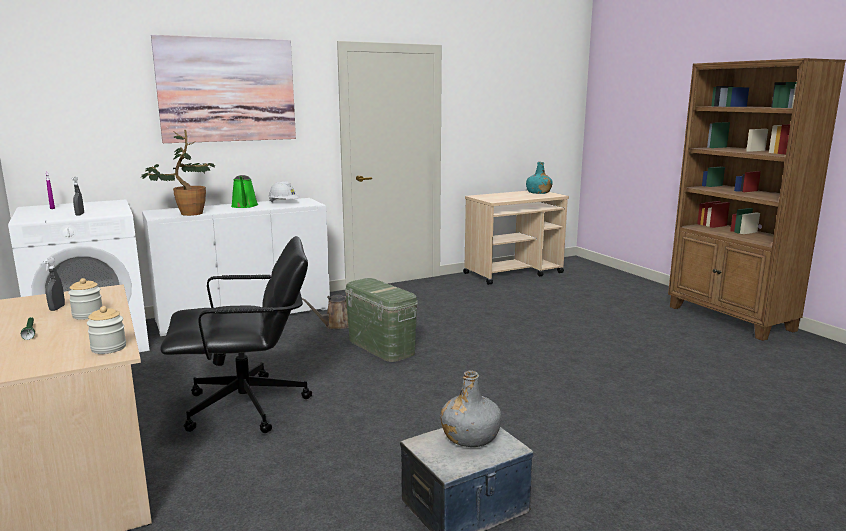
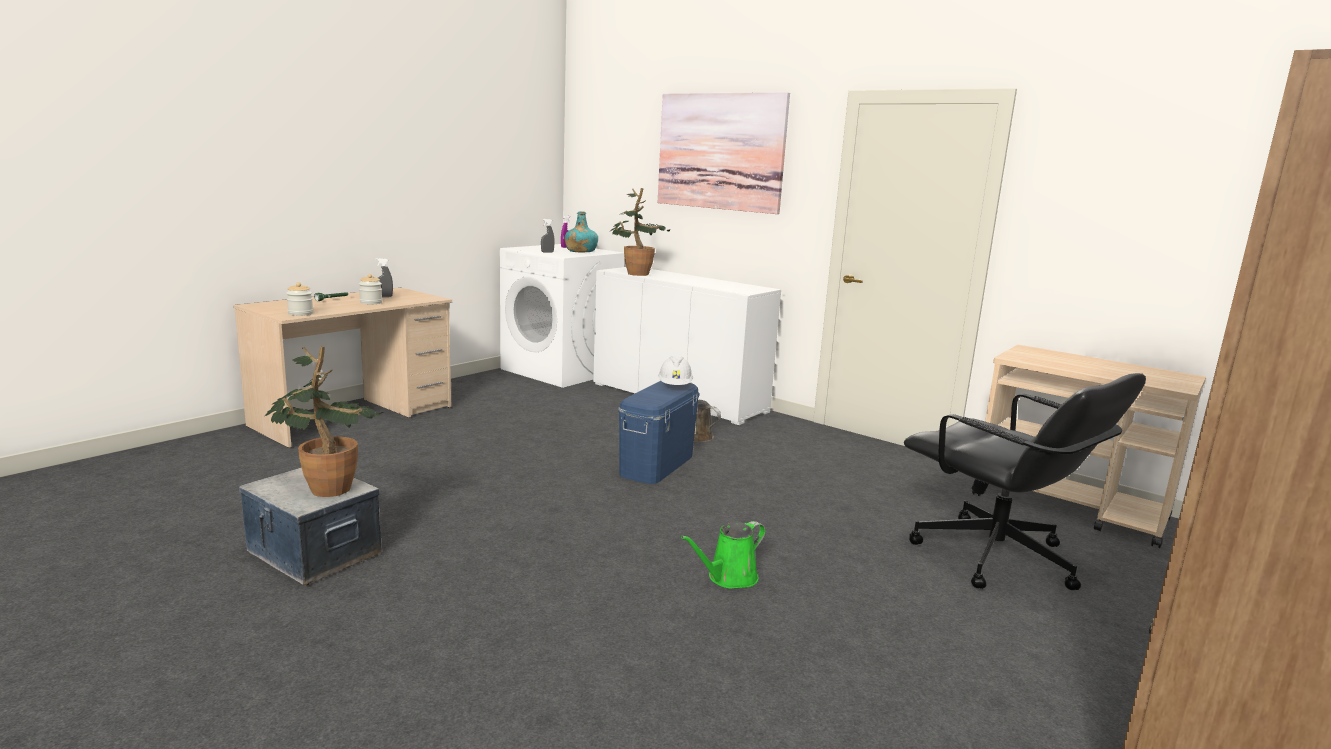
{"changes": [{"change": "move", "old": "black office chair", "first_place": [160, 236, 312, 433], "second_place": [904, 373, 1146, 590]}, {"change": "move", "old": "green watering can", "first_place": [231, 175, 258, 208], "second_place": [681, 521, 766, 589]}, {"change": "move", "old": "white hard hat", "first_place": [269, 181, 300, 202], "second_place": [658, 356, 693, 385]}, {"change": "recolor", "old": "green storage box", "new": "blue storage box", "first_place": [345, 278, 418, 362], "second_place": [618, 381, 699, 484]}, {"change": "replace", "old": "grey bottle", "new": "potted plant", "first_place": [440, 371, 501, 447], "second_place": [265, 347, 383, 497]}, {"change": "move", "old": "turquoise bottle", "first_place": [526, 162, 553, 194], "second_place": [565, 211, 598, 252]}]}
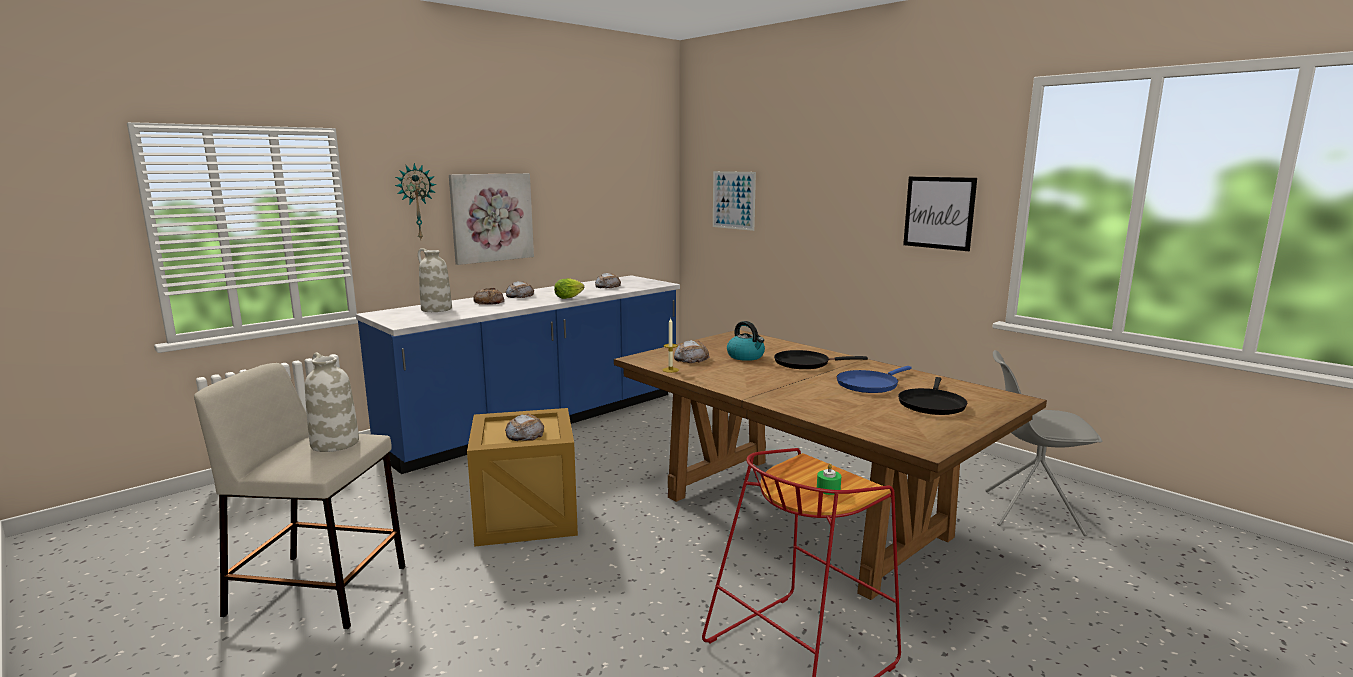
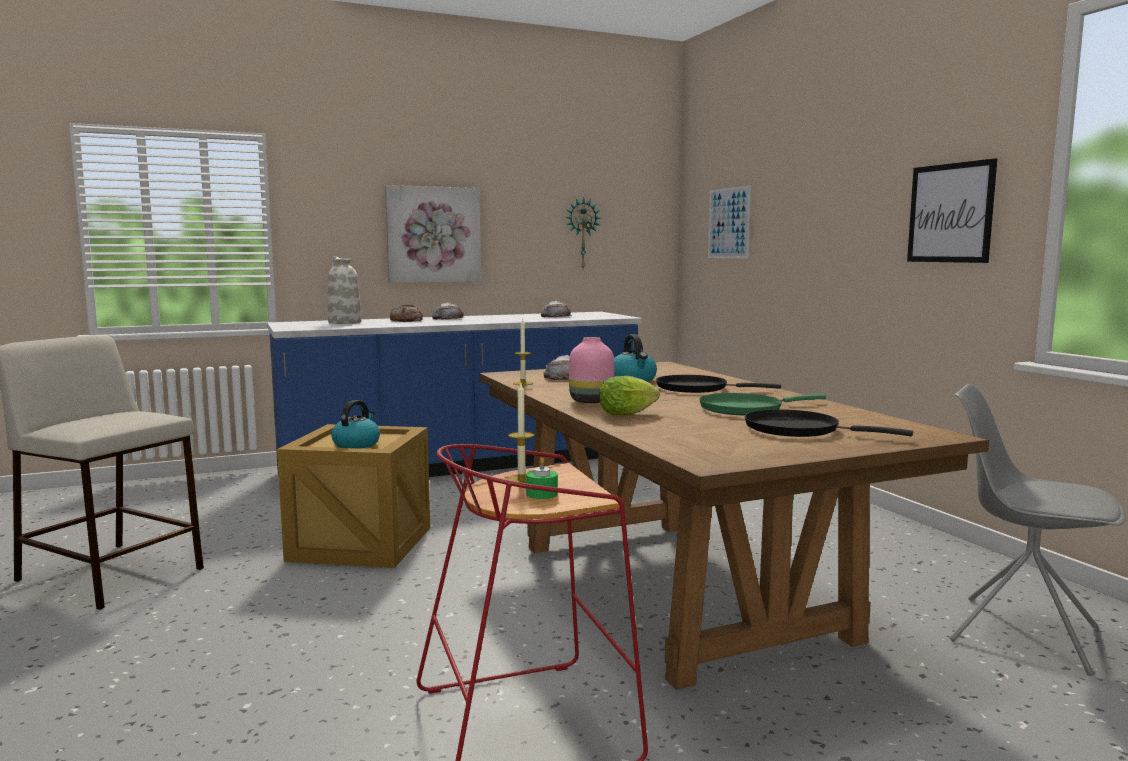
{"changes": [{"change": "delete", "old": "white vase", "first_place": [305, 352, 359, 452]}, {"change": "move", "old": "wall clock", "first_place": [395, 163, 436, 239], "second_place": [565, 197, 600, 269]}, {"change": "replace", "old": "bread", "new": "kettle", "first_place": [505, 414, 544, 441], "second_place": [331, 400, 380, 448]}, {"change": "move", "old": "lettuce", "first_place": [554, 278, 584, 299], "second_place": [599, 376, 660, 415]}, {"change": "recolor", "old": "blue frying pan", "new": "green frying pan", "first_place": [837, 366, 912, 393], "second_place": [699, 393, 826, 415]}, {"change": "rotate", "old": "black frying pan", "first_place": [898, 377, 967, 415], "second_place": [745, 409, 913, 437], "degrees": 75}, {"change": "insert", "new": "candle", "second_place": [507, 383, 535, 483]}, {"change": "insert", "new": "pink vase", "second_place": [569, 337, 614, 403]}]}
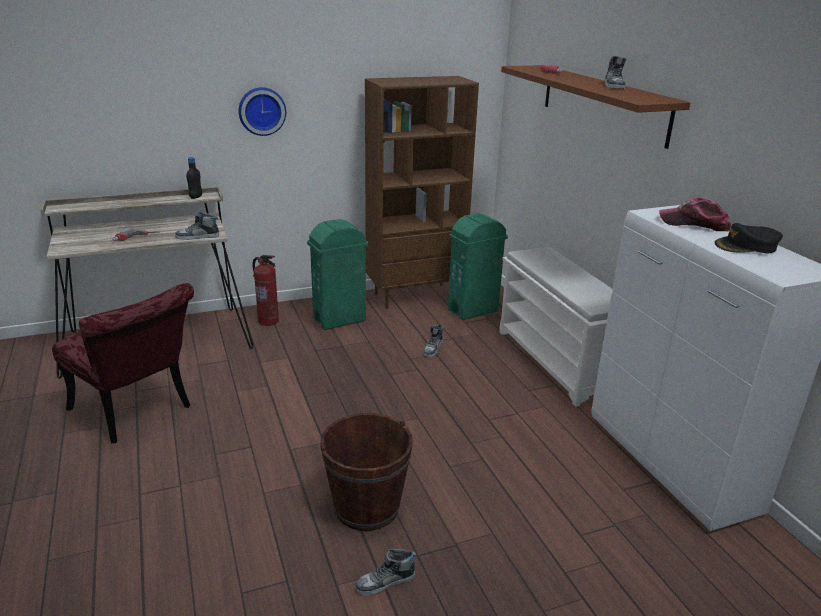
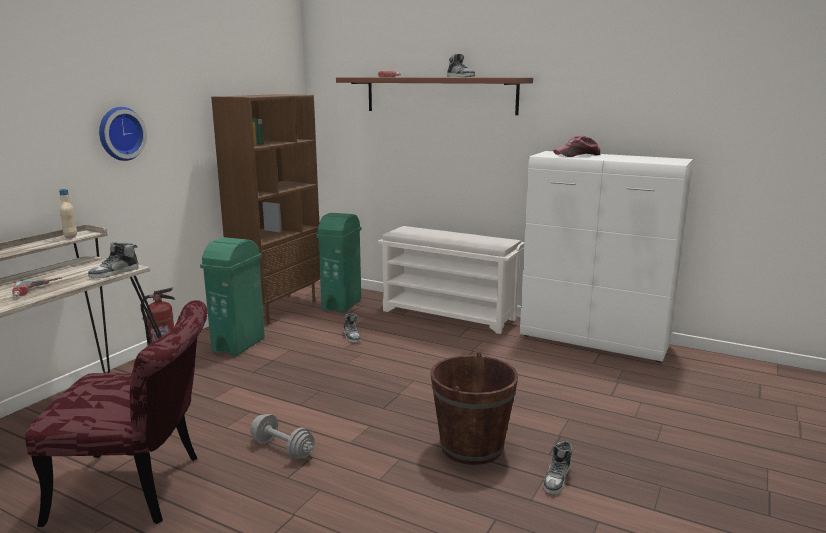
{"changes": [{"change": "recolor", "old": "black bottle", "new": "beige bottle", "first_place": [186, 157, 202, 199], "second_place": [59, 189, 77, 239]}, {"change": "delete", "old": "black cap", "first_place": [715, 223, 783, 253]}, {"change": "insert", "new": "grey dumbbell", "second_place": [250, 414, 315, 459]}]}
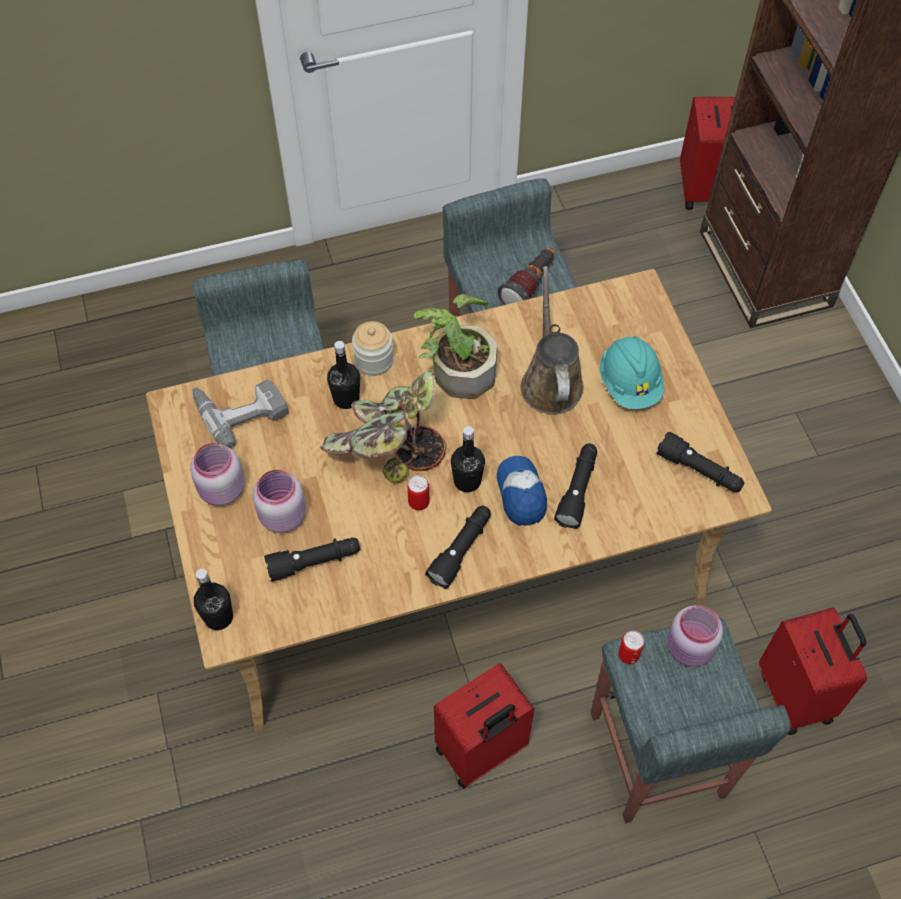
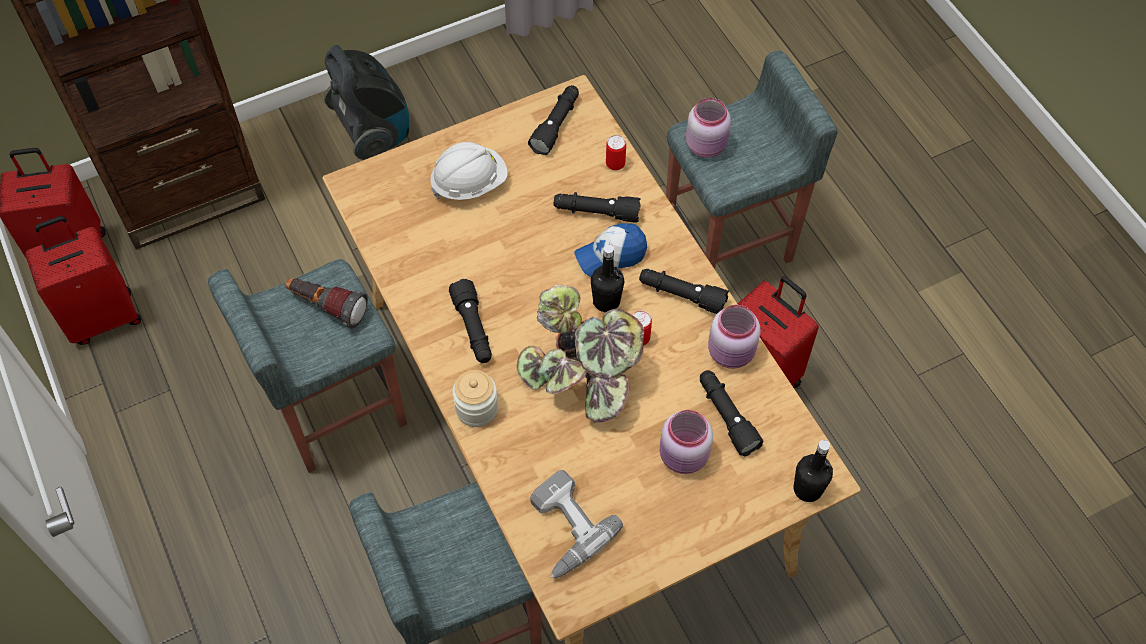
{"changes": [{"change": "move", "old": "pink jar", "first_place": [190, 443, 245, 506], "second_place": [708, 305, 760, 369]}, {"change": "delete", "old": "black bottle", "first_place": [327, 341, 360, 409]}, {"change": "replace", "old": "potted plant", "new": "black flashlight", "first_place": [414, 294, 498, 399], "second_place": [449, 279, 492, 363]}, {"change": "delete", "old": "brown watering can", "first_place": [521, 266, 584, 415]}, {"change": "recolor", "old": "turquoise hard hat", "new": "white hard hat", "first_place": [600, 336, 664, 409], "second_place": [430, 142, 508, 200]}, {"change": "move", "old": "can", "first_place": [618, 631, 644, 664], "second_place": [606, 135, 626, 170]}, {"change": "move", "old": "red suitcase", "first_place": [759, 607, 867, 735], "second_place": [25, 216, 141, 345]}, {"change": "insert", "new": "vacuum cleaner", "second_place": [324, 45, 409, 160]}]}
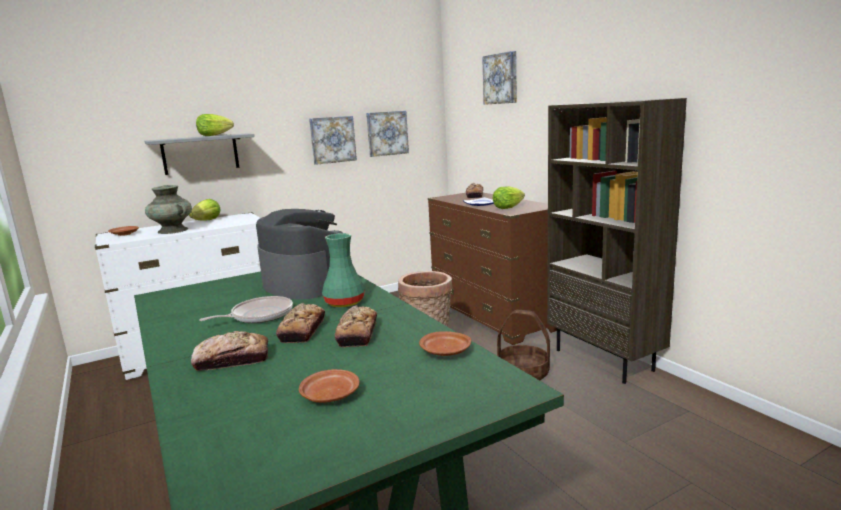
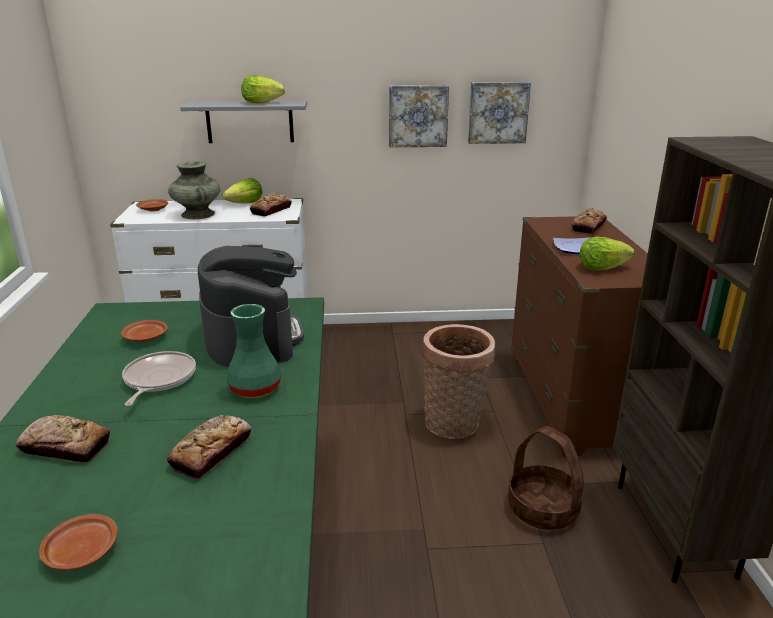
{"changes": [{"change": "rotate", "old": "frying pan", "first_place": [199, 296, 293, 323], "second_place": [122, 351, 196, 406], "degrees": -75}, {"change": "move", "old": "bread", "first_place": [276, 303, 325, 343], "second_place": [250, 192, 292, 217]}, {"change": "move", "old": "brown plate", "first_place": [419, 331, 471, 356], "second_place": [121, 319, 168, 342]}, {"change": "delete", "old": "picture", "first_place": [482, 51, 517, 105]}]}
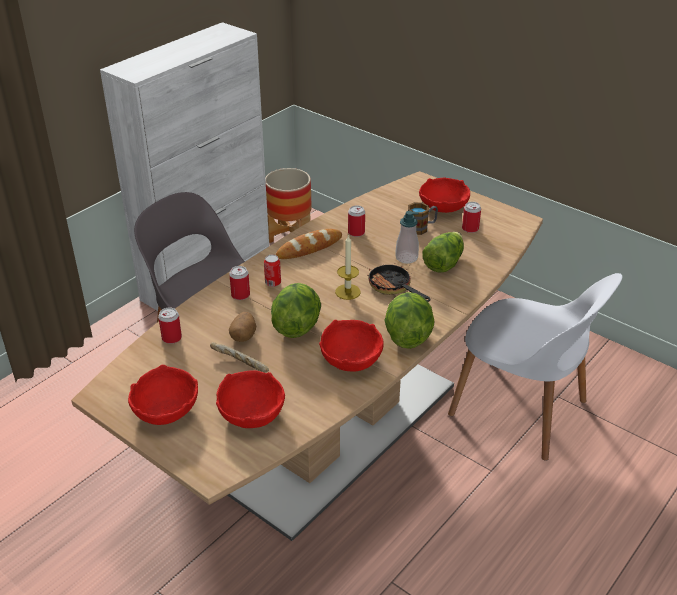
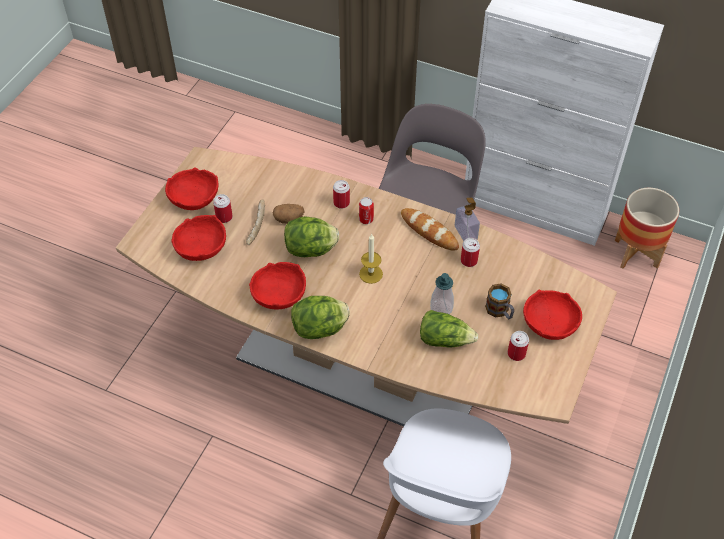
{"changes": [{"change": "move", "old": "can", "first_place": [158, 308, 182, 344], "second_place": [213, 194, 233, 223]}, {"change": "delete", "old": "frying pan", "first_place": [367, 264, 430, 302]}, {"change": "insert", "new": "soap dispenser", "second_place": [455, 198, 480, 241]}]}
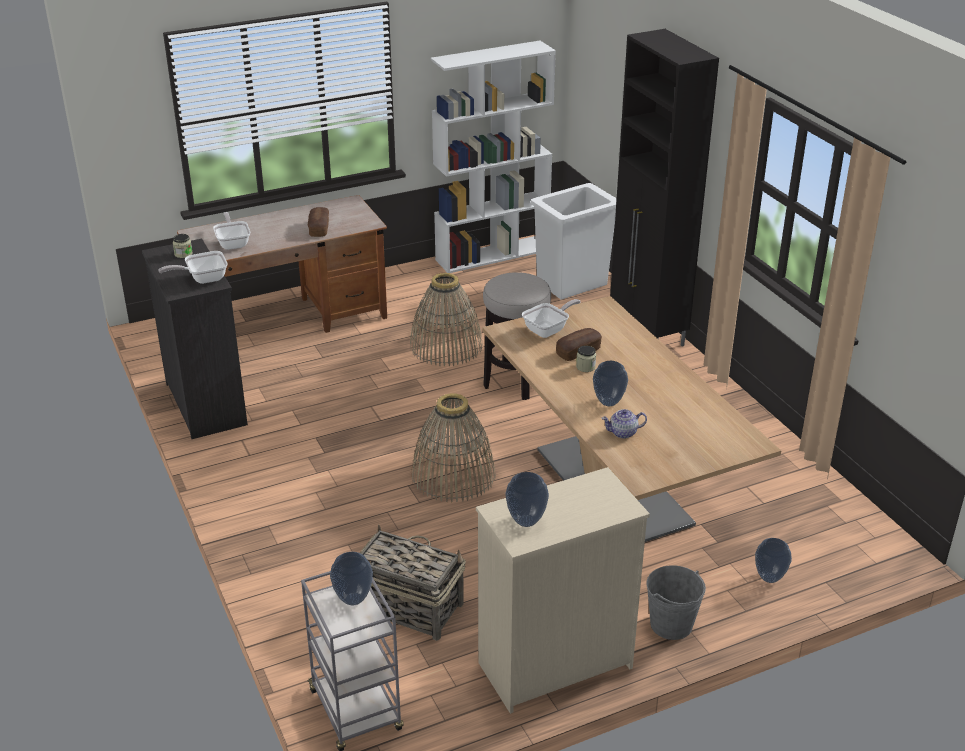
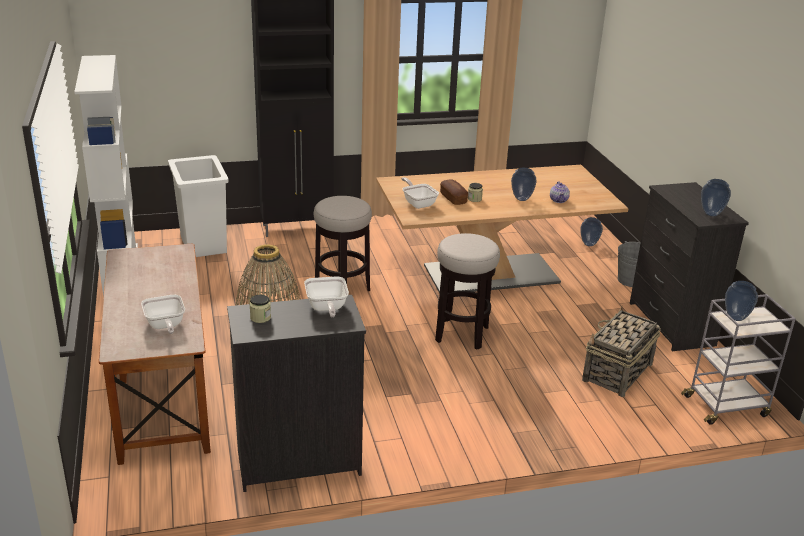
{"changes": [{"change": "rotate", "old": "frying pan", "first_place": [213, 212, 250, 250], "second_place": [141, 295, 185, 334], "degrees": -105}, {"change": "delete", "old": "bread", "first_place": [308, 207, 329, 237]}, {"change": "replace", "old": "basket", "new": "stool", "first_place": [411, 393, 496, 502], "second_place": [435, 233, 500, 350]}, {"change": "recolor", "old": "beige dresser", "new": "black dresser", "first_place": [476, 467, 650, 714], "second_place": [630, 182, 749, 351]}]}
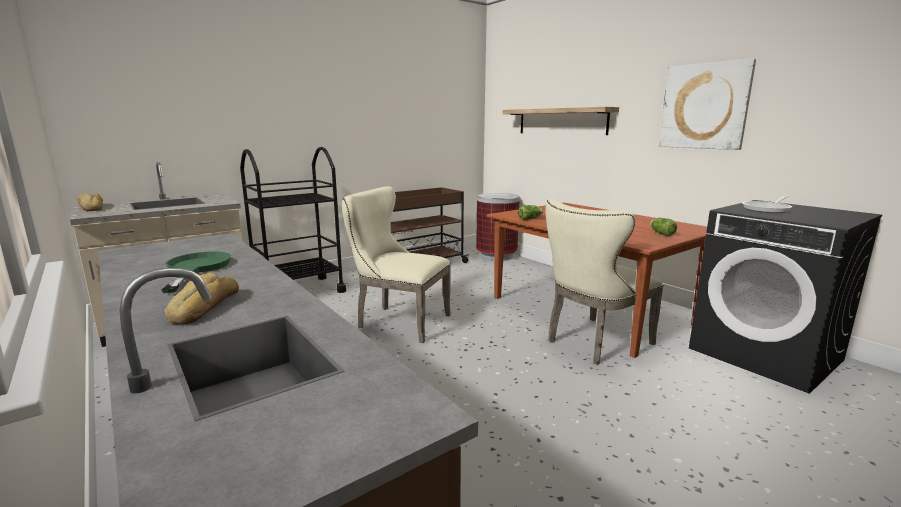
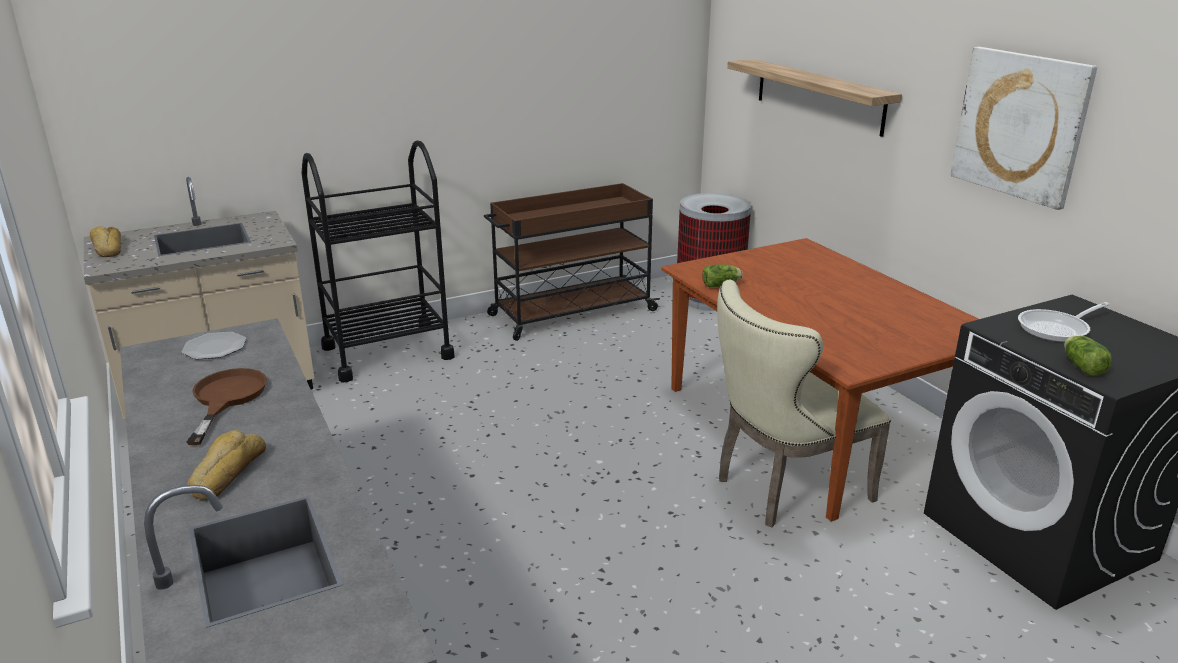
{"changes": [{"change": "recolor", "old": "green frying pan", "new": "brown frying pan", "first_place": [161, 251, 231, 293], "second_place": [186, 368, 267, 445]}, {"change": "delete", "old": "beige chair", "first_place": [342, 186, 451, 343]}, {"change": "move", "old": "lettuce", "first_place": [650, 218, 677, 236], "second_place": [1064, 336, 1112, 376]}, {"change": "insert", "new": "plate", "second_place": [181, 332, 246, 360]}]}
